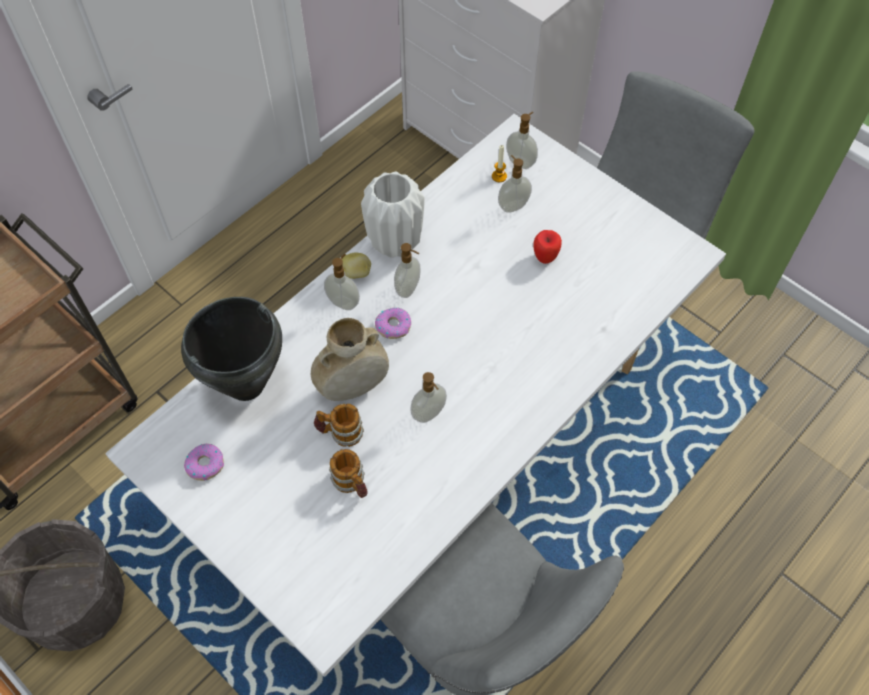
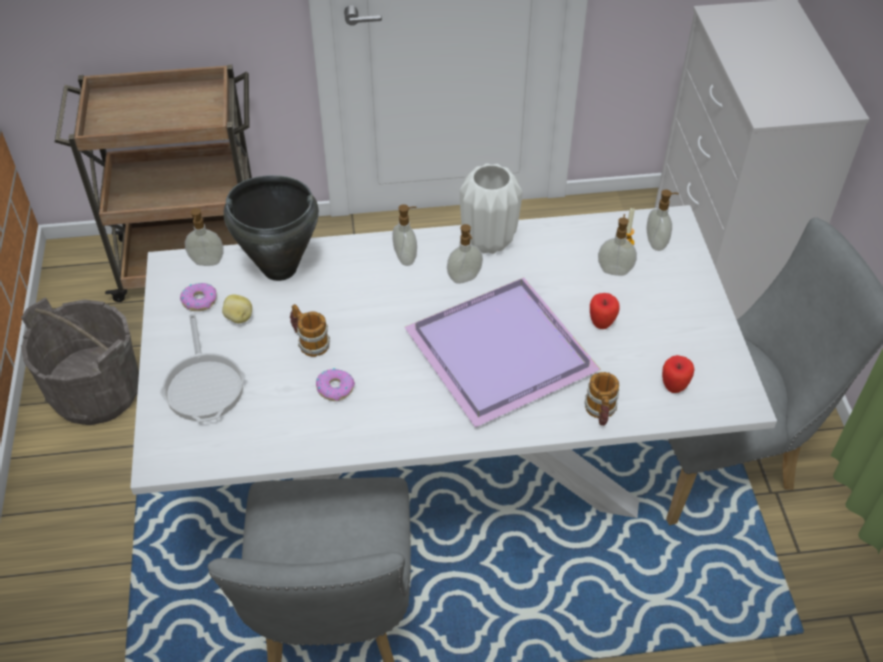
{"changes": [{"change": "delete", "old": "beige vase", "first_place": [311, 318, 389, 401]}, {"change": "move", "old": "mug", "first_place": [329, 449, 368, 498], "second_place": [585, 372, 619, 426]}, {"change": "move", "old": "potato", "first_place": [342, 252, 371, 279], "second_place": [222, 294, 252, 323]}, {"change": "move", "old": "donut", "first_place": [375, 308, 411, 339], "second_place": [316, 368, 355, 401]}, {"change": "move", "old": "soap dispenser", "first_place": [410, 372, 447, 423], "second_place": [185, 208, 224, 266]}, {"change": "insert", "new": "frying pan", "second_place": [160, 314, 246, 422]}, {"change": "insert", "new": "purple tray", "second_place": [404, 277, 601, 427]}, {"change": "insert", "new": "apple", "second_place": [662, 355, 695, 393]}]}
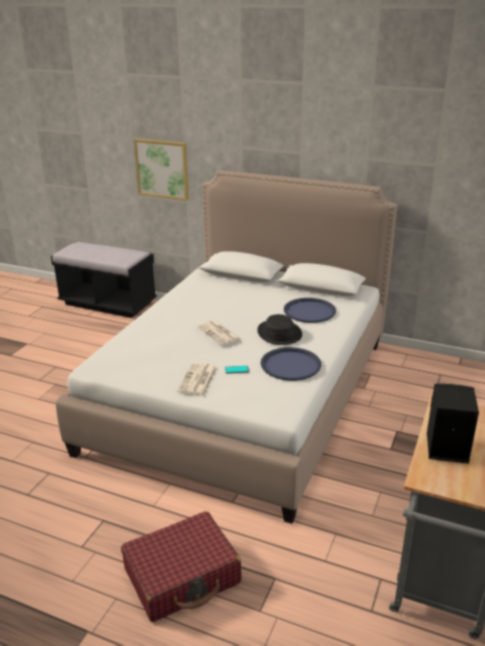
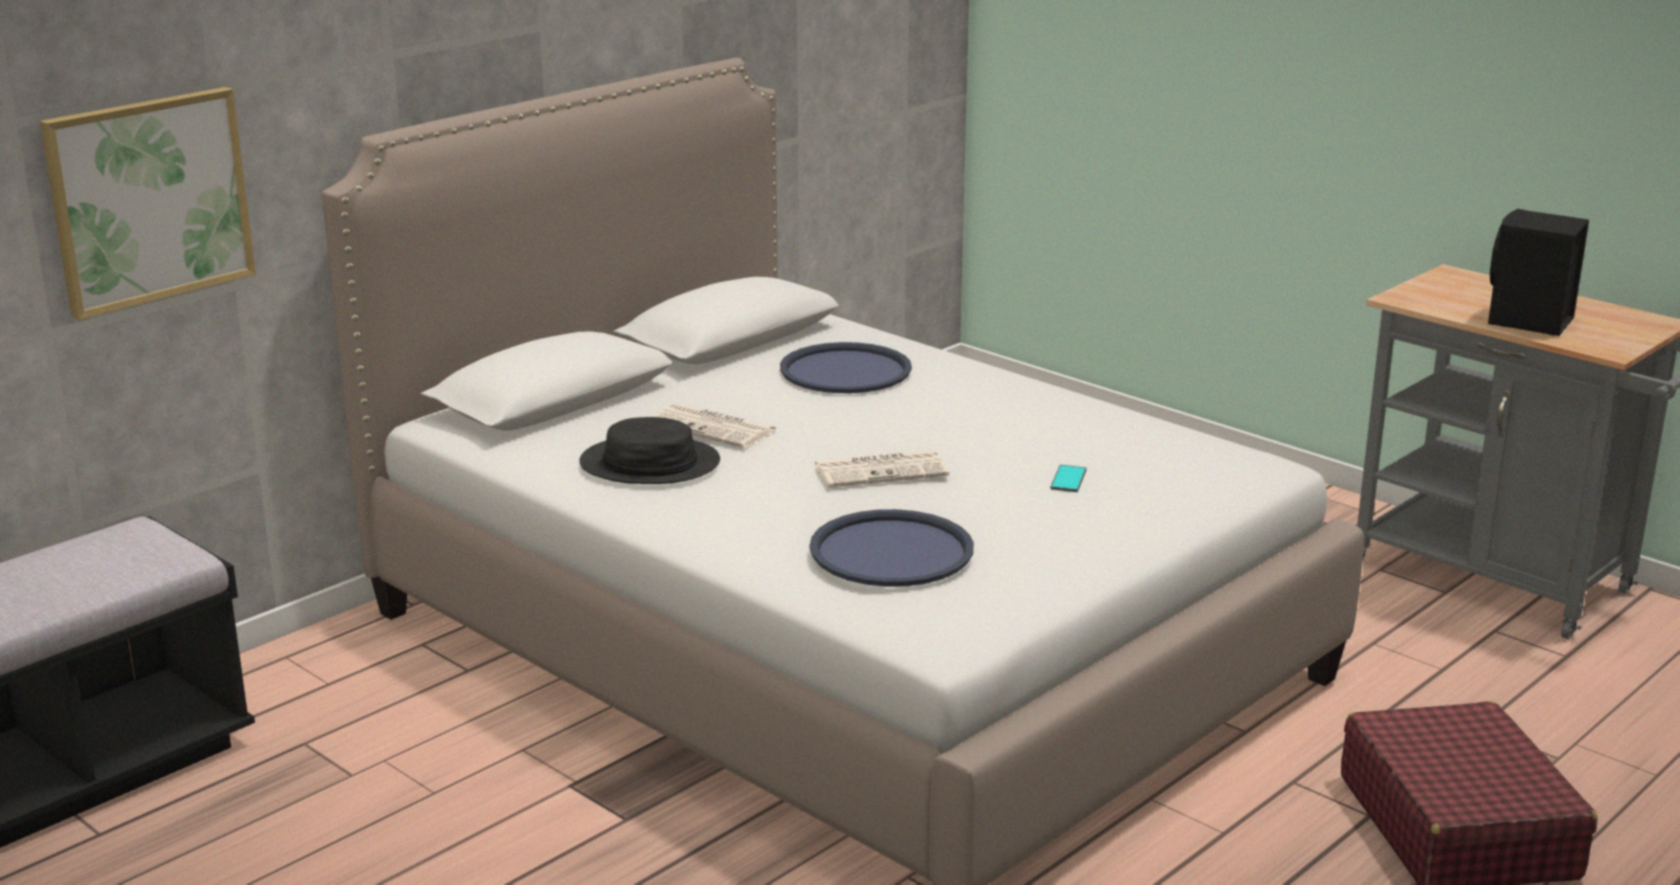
{"changes": [{"change": "move", "old": "newspaper", "first_place": [177, 363, 217, 396], "second_place": [651, 403, 777, 448]}, {"change": "move", "old": "black hat", "first_place": [257, 314, 302, 345], "second_place": [579, 417, 720, 484]}, {"change": "move", "old": "blue tray", "first_place": [261, 347, 321, 381], "second_place": [810, 509, 974, 587]}]}
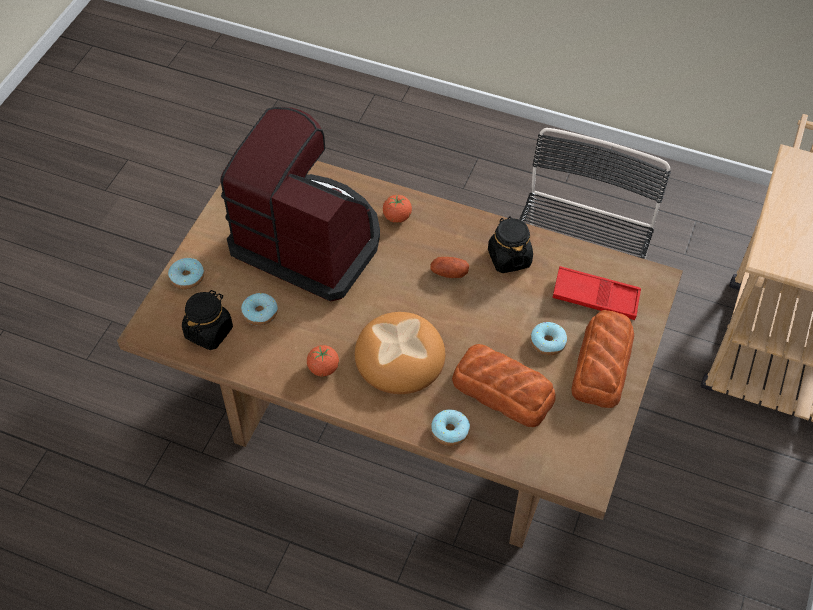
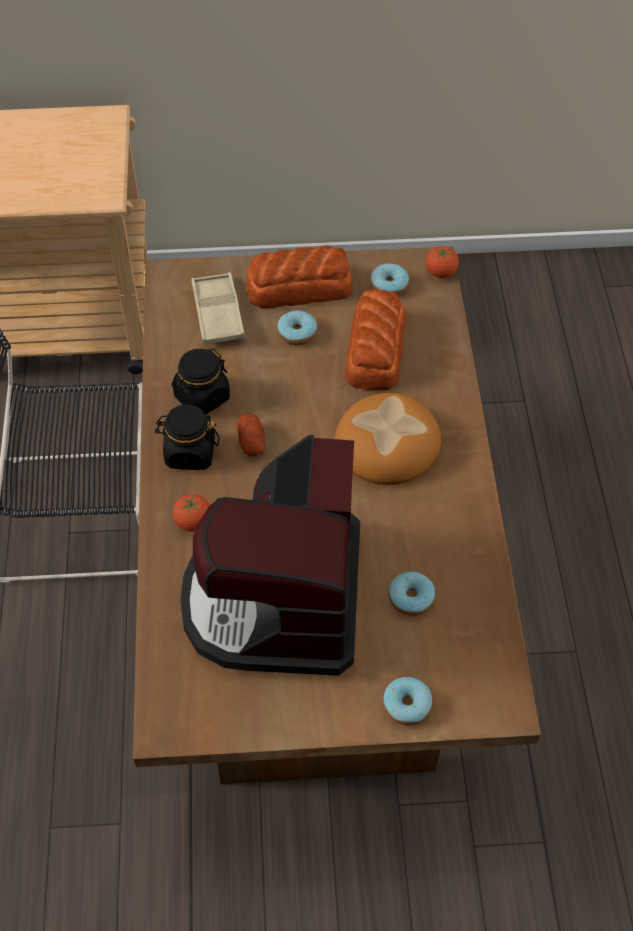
{"changes": [{"change": "move", "old": "black jar", "first_place": [182, 290, 233, 350], "second_place": [155, 404, 220, 470]}, {"change": "move", "old": "tomato", "first_place": [307, 345, 339, 377], "second_place": [426, 246, 459, 278]}, {"change": "move", "old": "donut", "first_place": [431, 409, 470, 446], "second_place": [370, 263, 409, 295]}, {"change": "recolor", "old": "red tray", "new": "beige tray", "first_place": [552, 266, 641, 320], "second_place": [192, 272, 245, 344]}]}
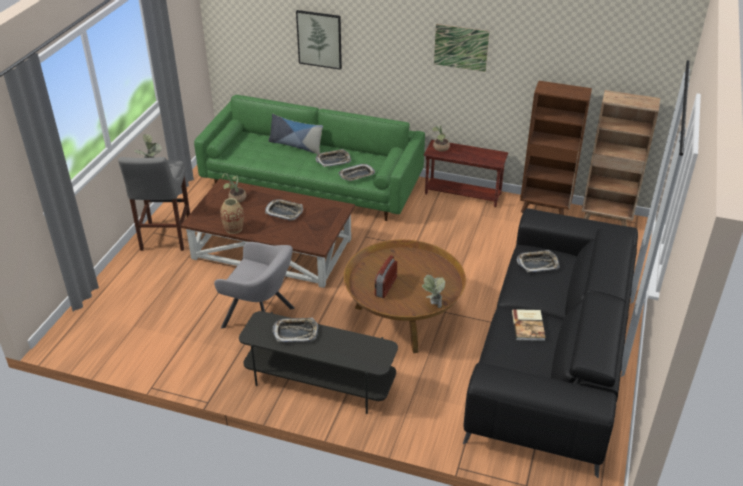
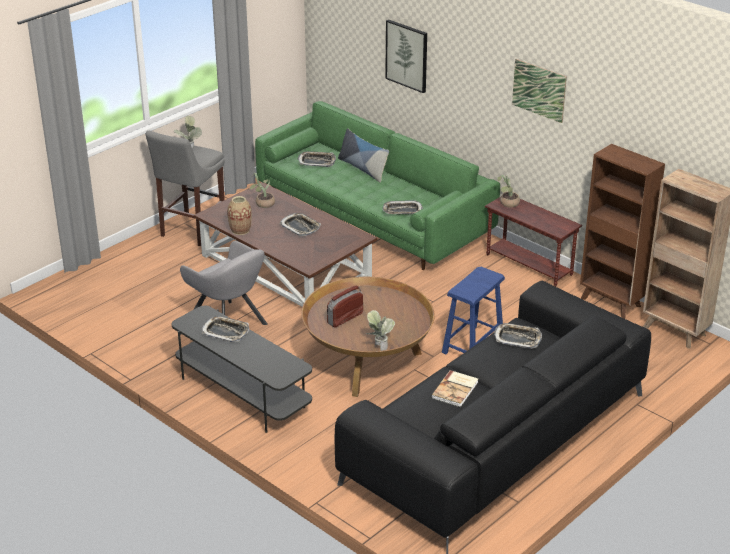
{"changes": [{"change": "move", "old": "tray", "first_place": [316, 149, 351, 167], "second_place": [298, 151, 336, 167]}, {"change": "insert", "new": "blue stool", "second_place": [442, 267, 505, 354]}]}
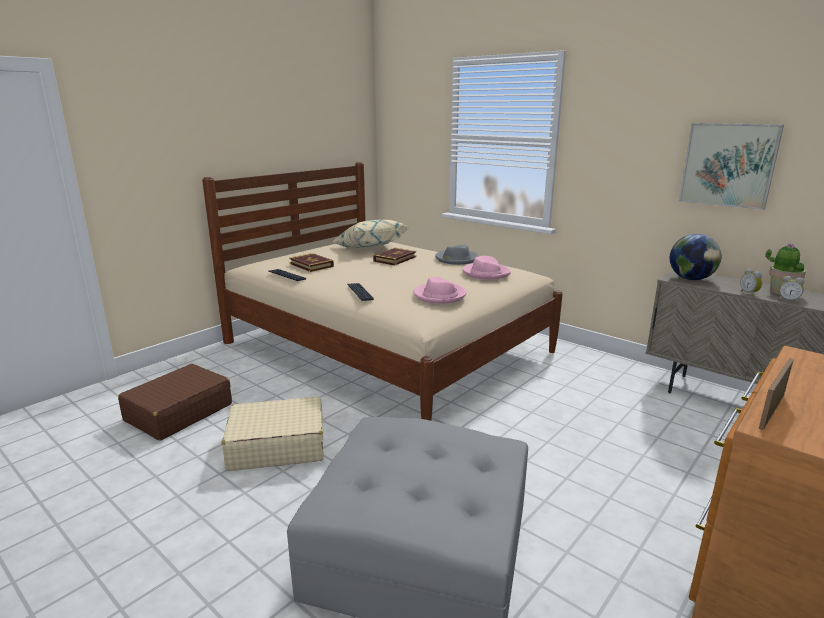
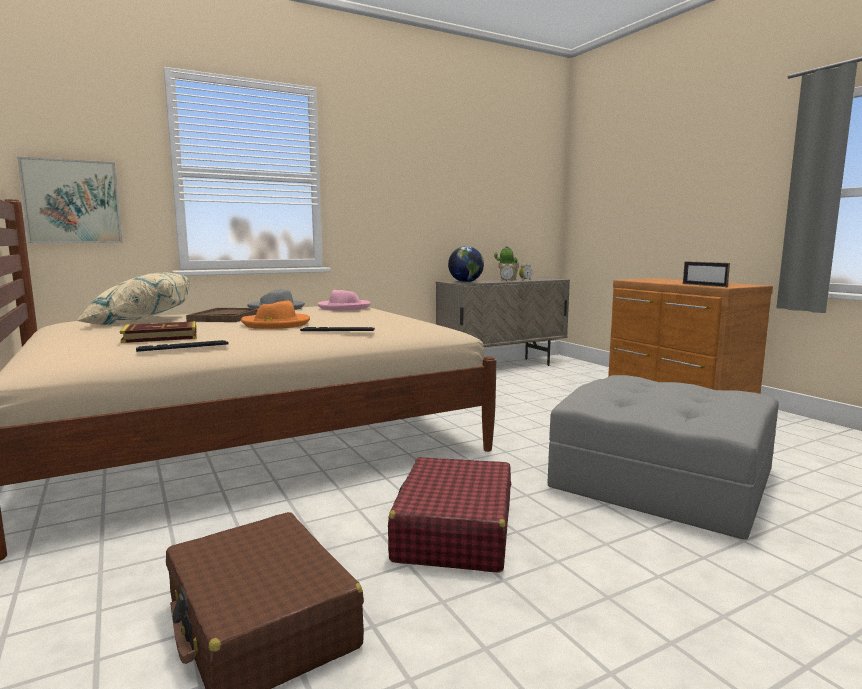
{"changes": [{"change": "recolor", "old": "beige suitcase", "new": "red suitcase", "first_place": [222, 396, 323, 471], "second_place": [388, 457, 511, 573]}, {"change": "replace", "old": "book", "new": "brown tray", "first_place": [373, 248, 416, 265], "second_place": [186, 308, 258, 322]}, {"change": "delete", "old": "pink hat", "first_place": [413, 277, 467, 304]}, {"change": "move", "old": "picture", "first_place": [679, 123, 784, 210], "second_place": [17, 157, 123, 243]}, {"change": "insert", "new": "orange hat", "second_place": [241, 301, 310, 329]}]}
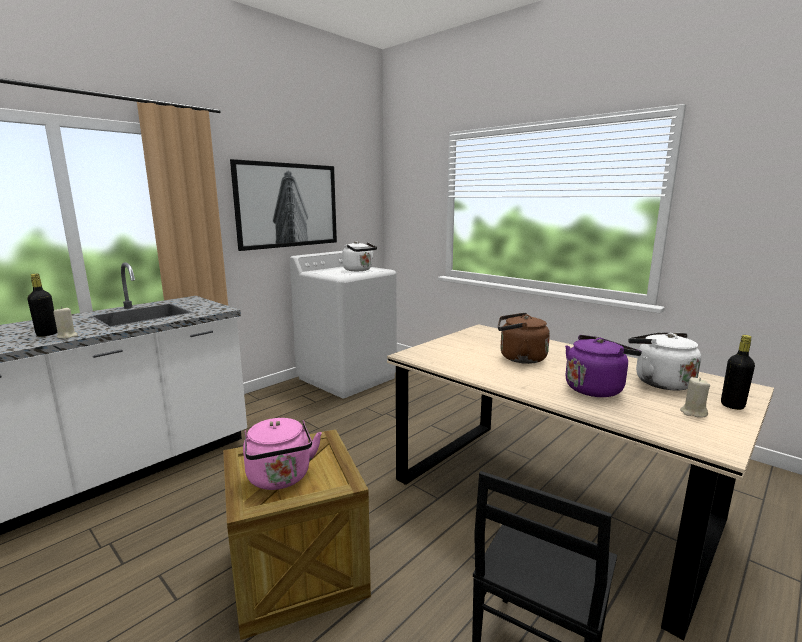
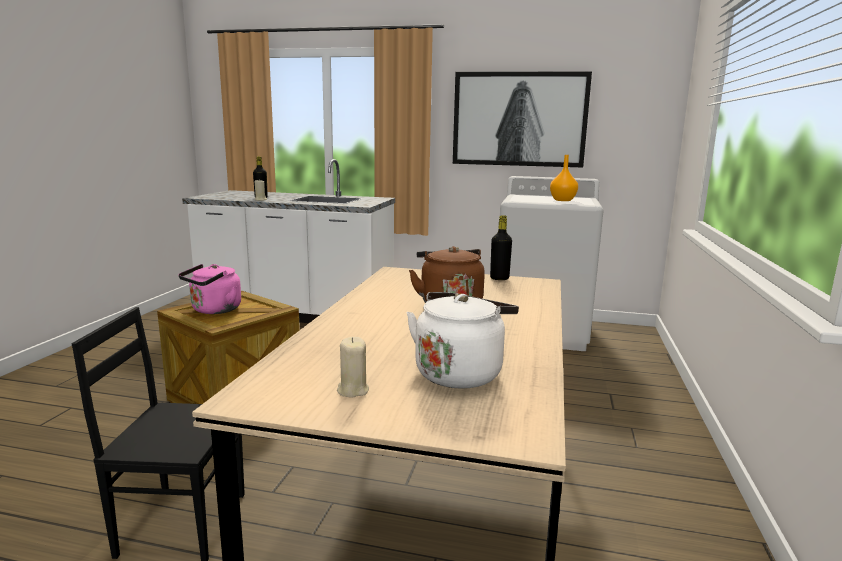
{"changes": [{"change": "replace", "old": "white kettle", "new": "orange vase", "first_place": [342, 241, 377, 271], "second_place": [550, 155, 578, 201]}, {"change": "delete", "old": "purple kettle", "first_place": [565, 335, 642, 397]}, {"change": "move", "old": "black bottle", "first_place": [721, 335, 755, 410], "second_place": [490, 215, 512, 280]}]}
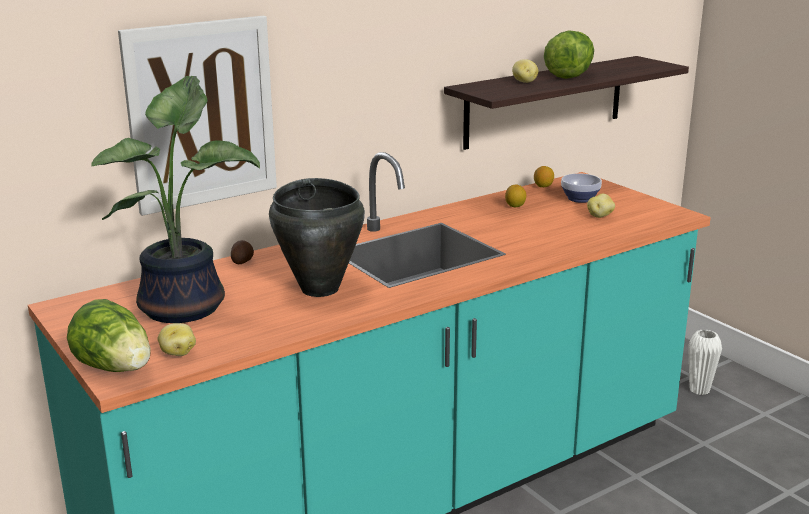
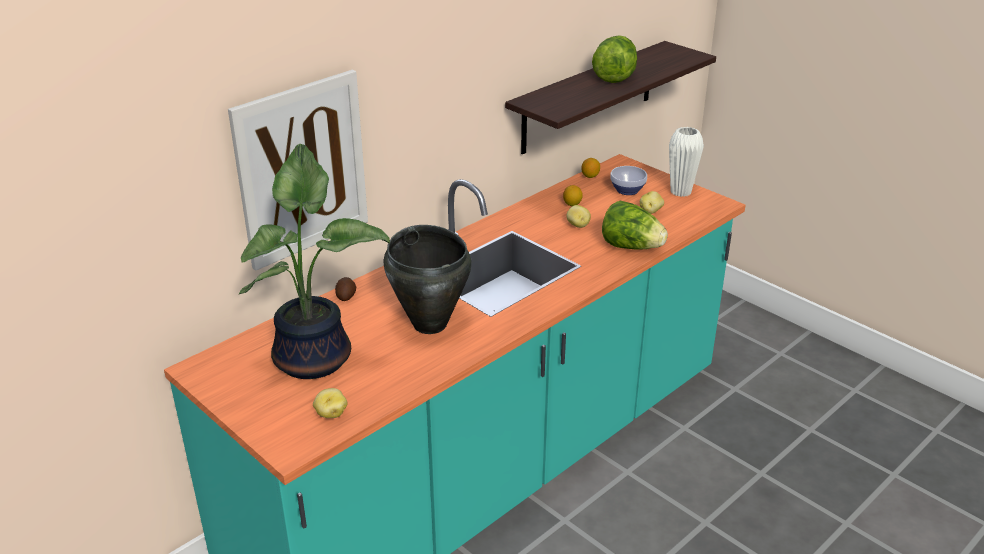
{"changes": [{"change": "move", "old": "lettuce", "first_place": [67, 299, 151, 372], "second_place": [602, 200, 668, 250]}, {"change": "move", "old": "potato", "first_place": [512, 59, 538, 83], "second_place": [567, 205, 591, 228]}, {"change": "move", "old": "white vase", "first_place": [688, 329, 722, 395], "second_place": [669, 127, 704, 197]}]}
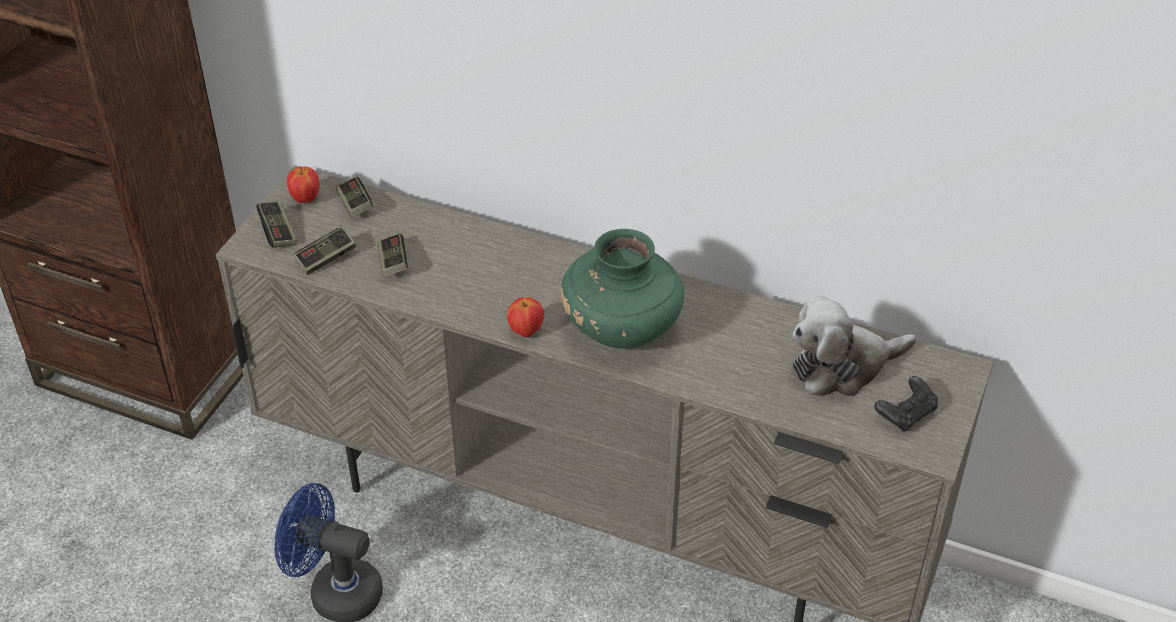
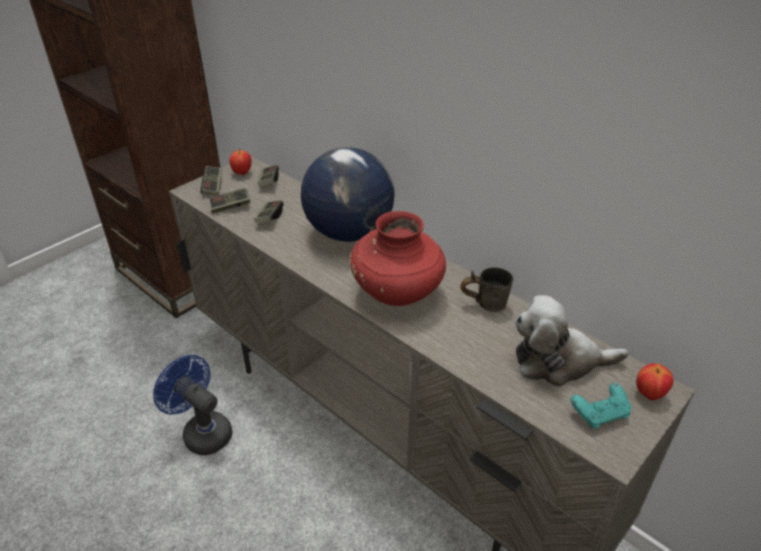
{"changes": [{"change": "move", "old": "apple", "first_place": [507, 297, 544, 337], "second_place": [636, 363, 674, 400]}, {"change": "recolor", "old": "green vase", "new": "red vase", "first_place": [561, 229, 684, 349], "second_place": [350, 211, 446, 306]}, {"change": "recolor", "old": "black game controller", "new": "turquoise game controller", "first_place": [874, 376, 938, 432], "second_place": [571, 383, 631, 428]}, {"change": "insert", "new": "globe", "second_place": [301, 147, 395, 242]}, {"change": "insert", "new": "grey mug", "second_place": [461, 267, 513, 312]}]}
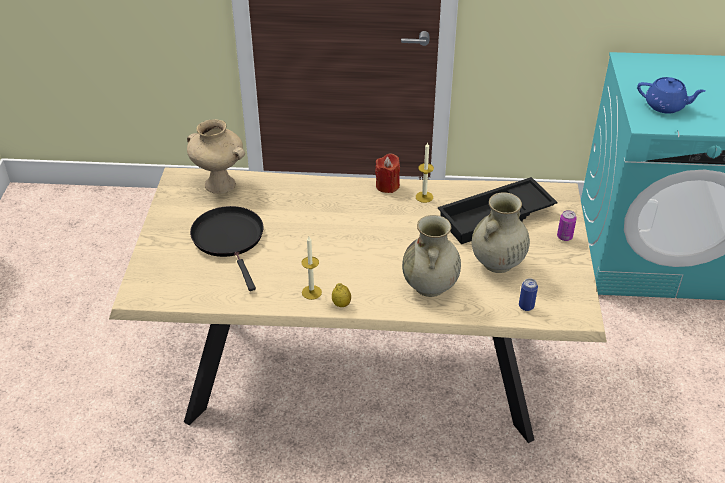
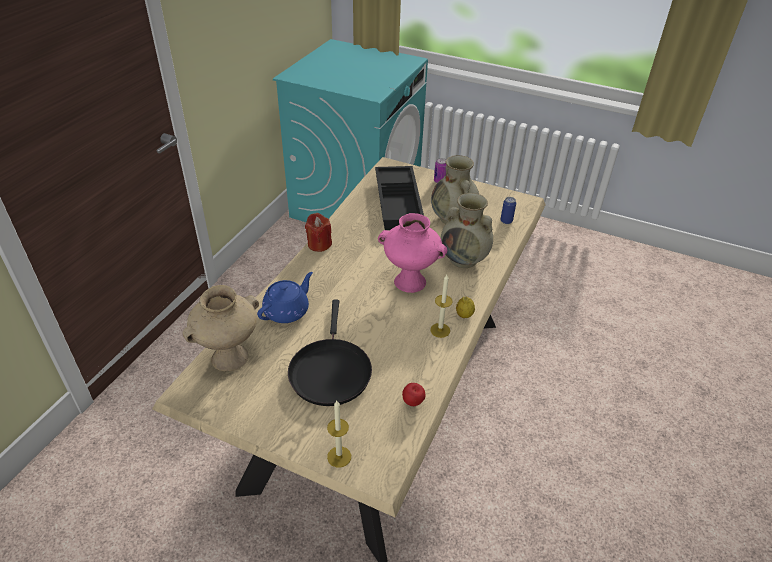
{"changes": [{"change": "rotate", "old": "black frying pan", "first_place": [190, 206, 264, 291], "second_place": [288, 300, 372, 406], "degrees": -90}, {"change": "move", "old": "candle", "first_place": [416, 142, 434, 203], "second_place": [327, 401, 351, 468]}, {"change": "move", "old": "blue teapot", "first_place": [637, 77, 706, 114], "second_place": [257, 272, 313, 323]}, {"change": "insert", "new": "pink vase", "second_place": [378, 213, 447, 293]}, {"change": "insert", "new": "apple", "second_place": [402, 383, 426, 406]}]}
